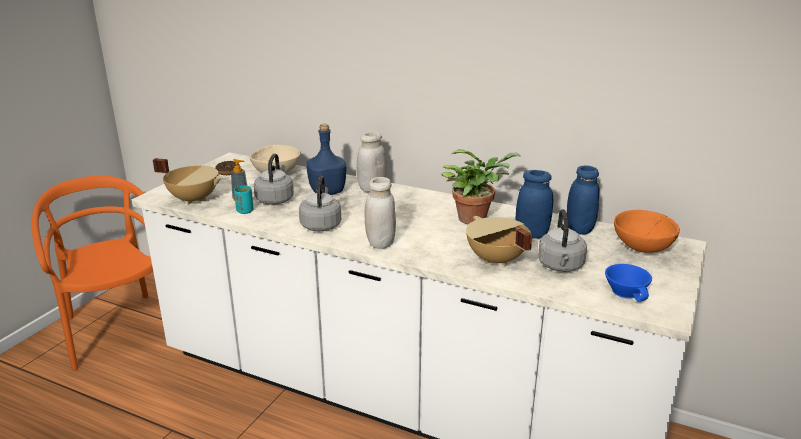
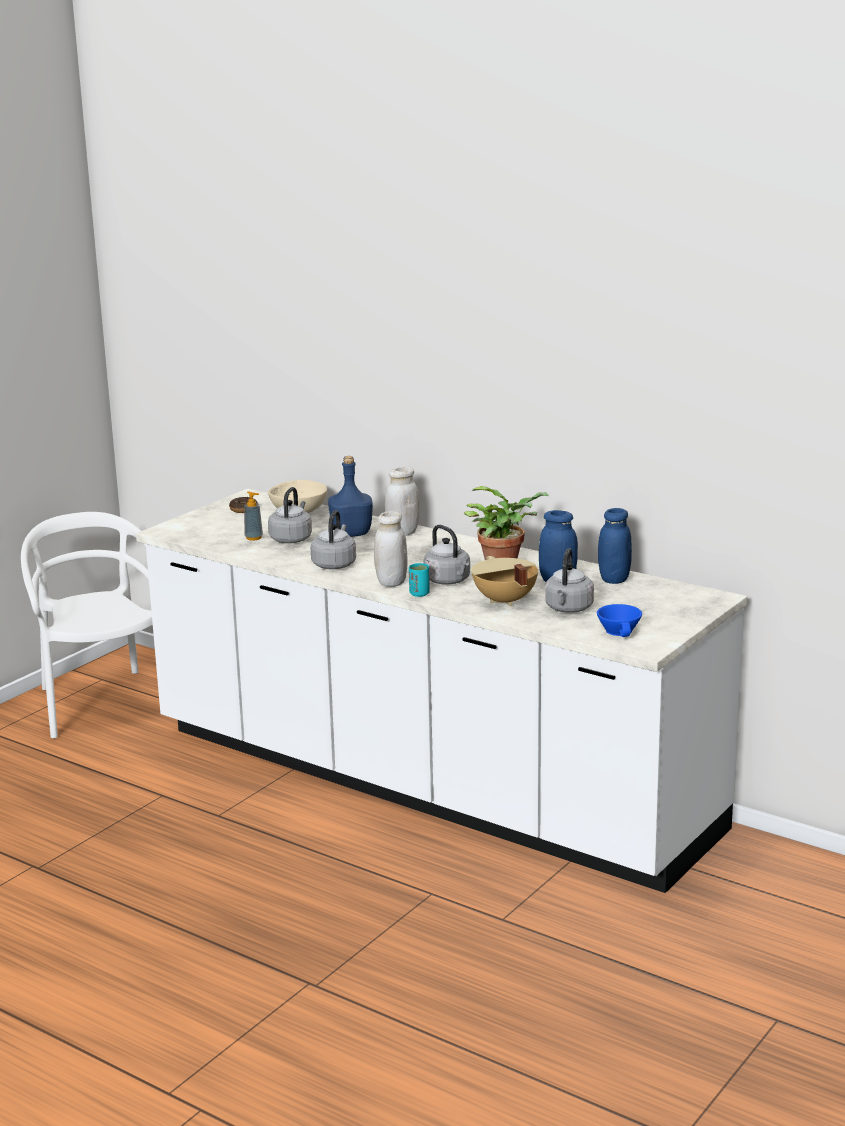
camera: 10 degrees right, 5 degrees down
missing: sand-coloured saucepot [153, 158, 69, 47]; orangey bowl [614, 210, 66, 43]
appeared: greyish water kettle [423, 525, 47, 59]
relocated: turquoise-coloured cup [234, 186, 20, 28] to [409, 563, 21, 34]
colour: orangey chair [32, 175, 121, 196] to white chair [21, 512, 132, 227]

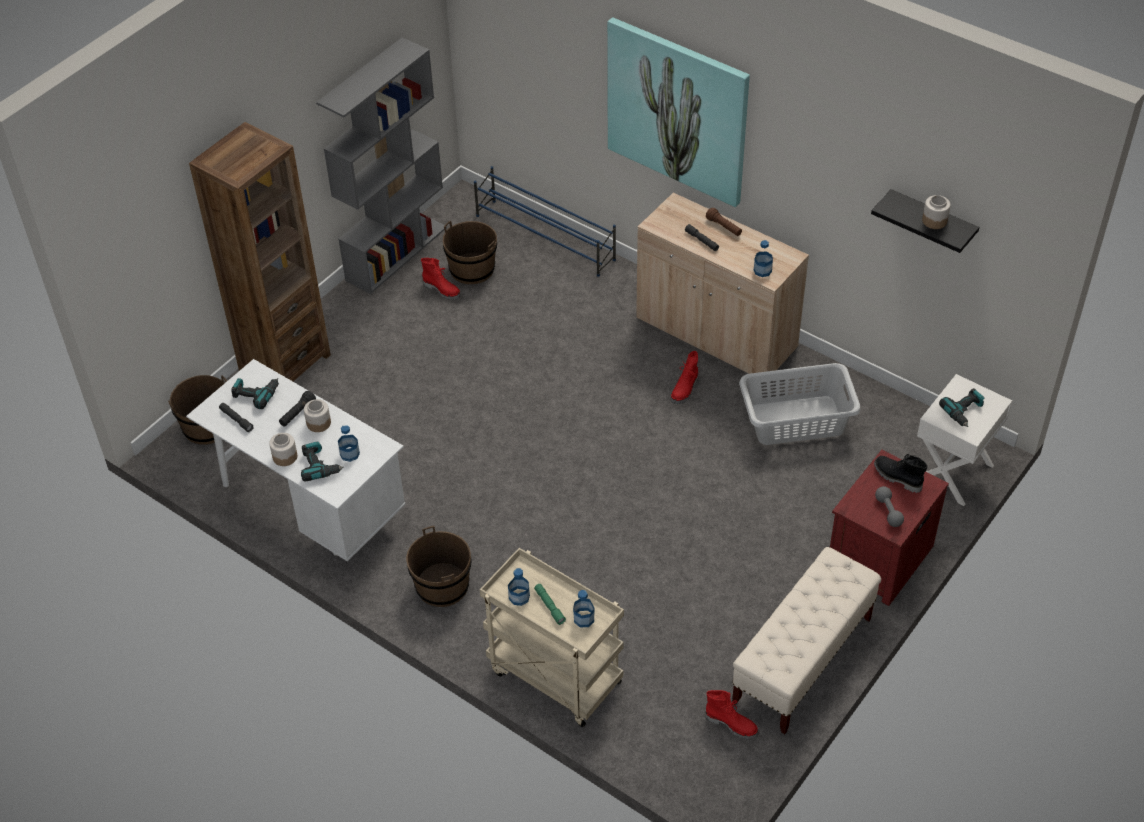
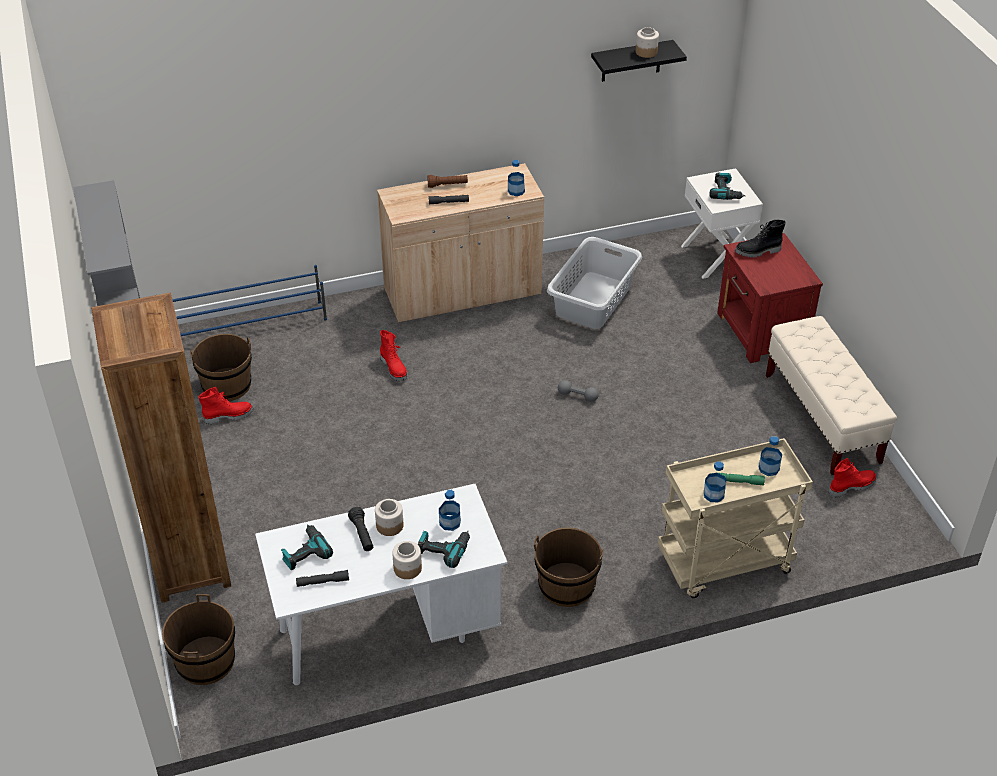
camera: 55 degrees left, 5 degrees down
missing: wall art [607, 17, 143, 190]
relocated: red high-top boot [671, 351, 27, 53] to [380, 330, 27, 51]; greyish dumbbell [875, 486, 29, 41] to [558, 380, 41, 22]

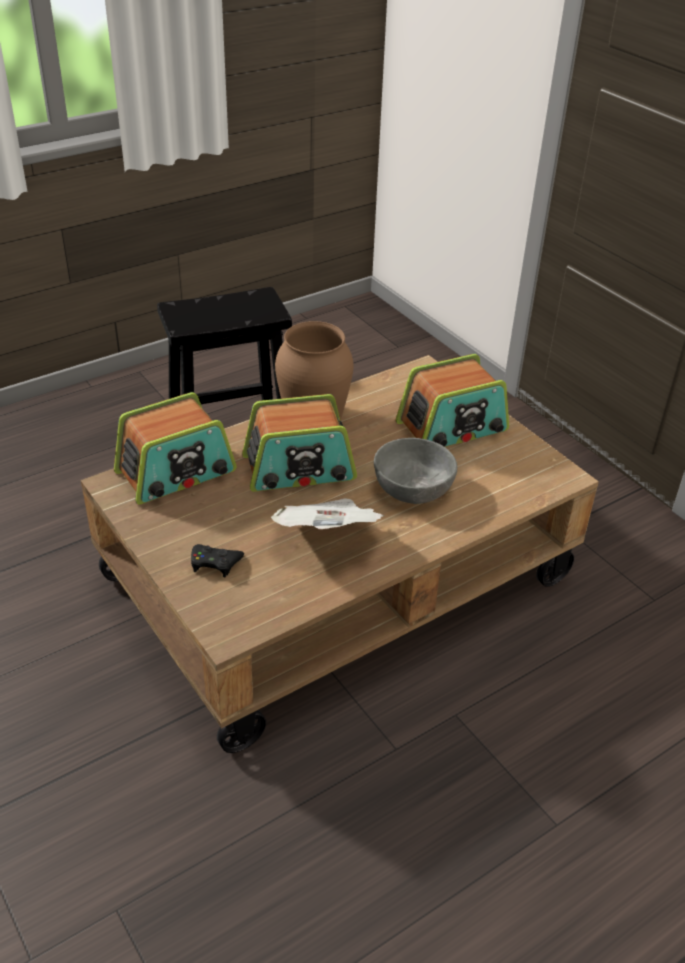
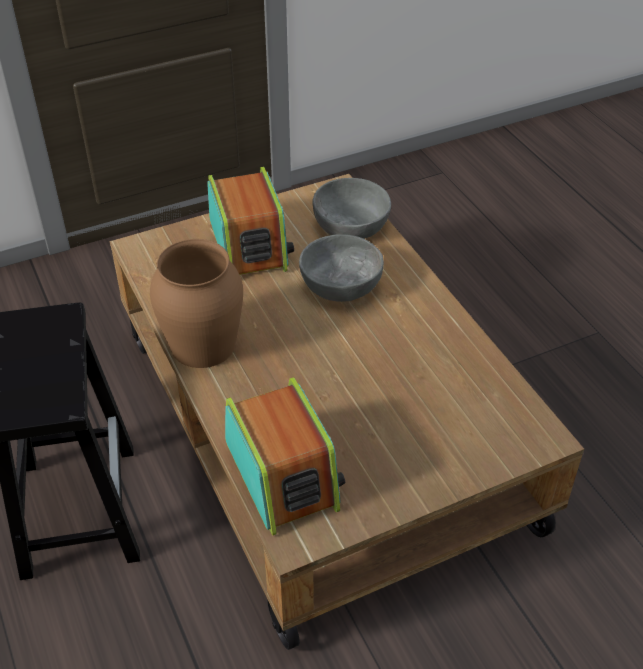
camera: 80 degrees left, 5 degrees up
missing: black game controller [191, 544, 53, 33]; radio [242, 394, 115, 98]; daily paper [271, 499, 114, 30]
appeared: greyish bowl [313, 178, 78, 61]

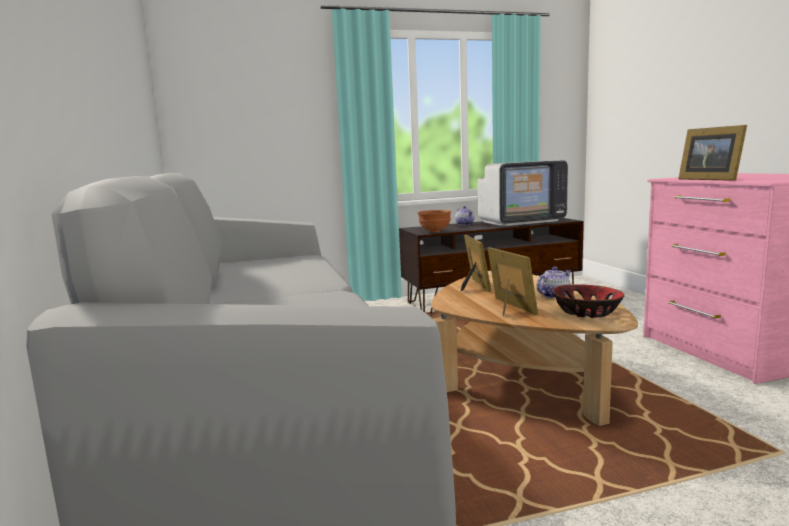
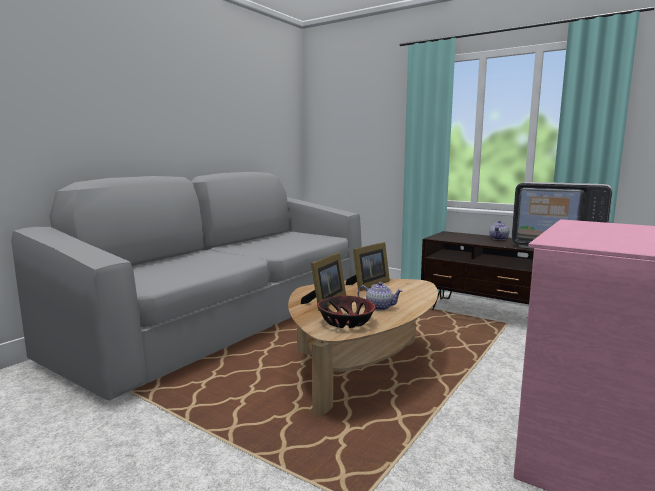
camera: 50 degrees right, 0 degrees up
missing: brownish bowl [417, 210, 34, 22]; standing frame [678, 125, 69, 56]

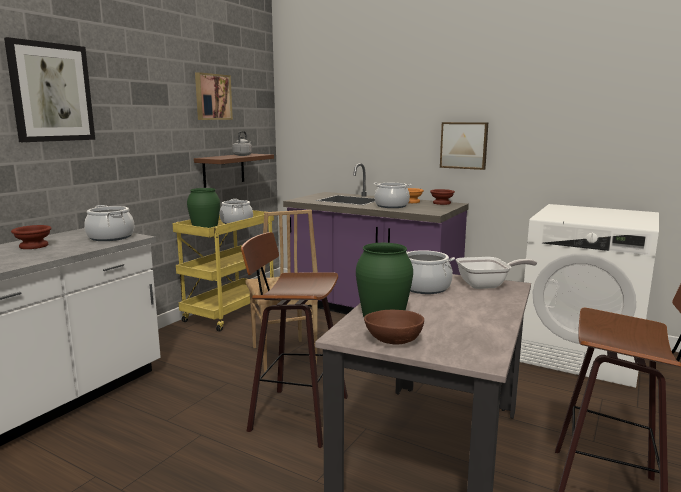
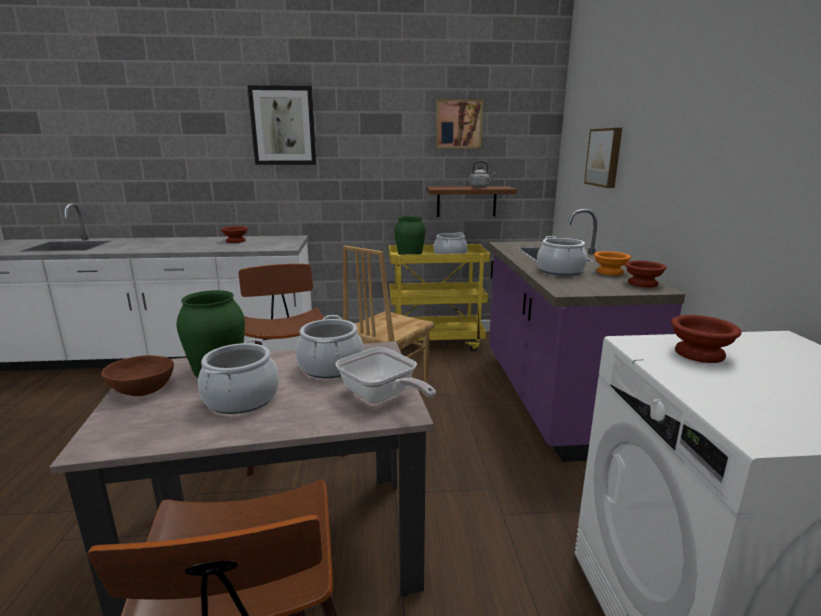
camera: 55 degrees right, 5 degrees up
appeared: brownish bowl [671, 315, 71, 48]
relocated: saucepot [84, 205, 51, 36] to [198, 338, 81, 76]; wall art [440, 122, 48, 48] to [584, 128, 38, 60]

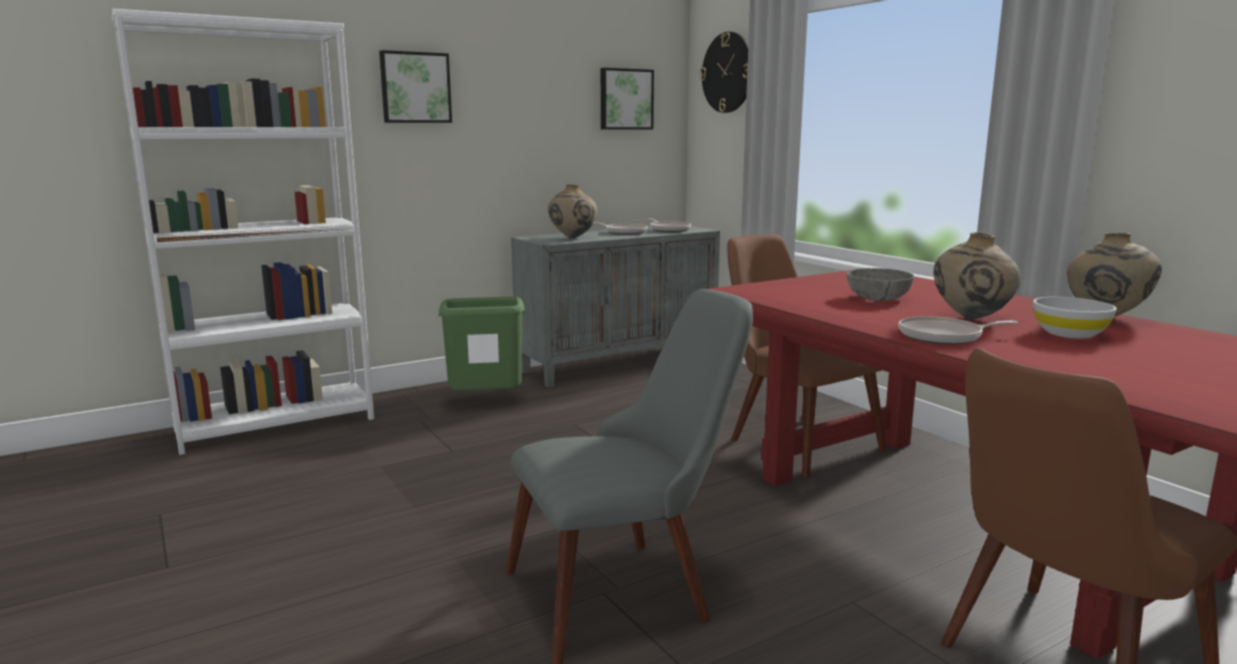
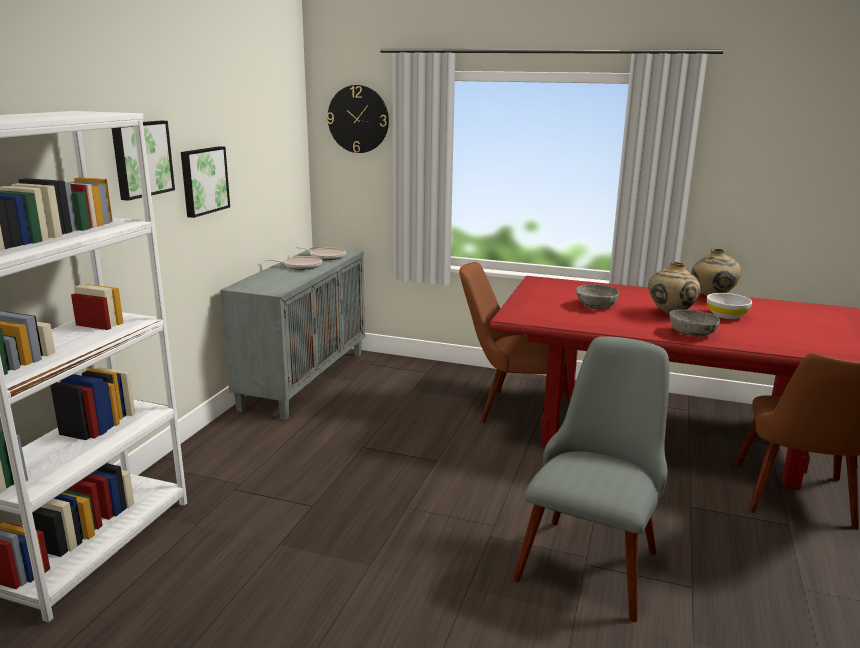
camera: 40 degrees left, 5 degrees up
missing: green-coloured rubbish bin [438, 297, 87, 94]; sand-coloured flower vase [548, 184, 49, 54]
relocated: wall art [601, 68, 53, 62] to [181, 146, 49, 72]
exchanged: pan [898, 316, 120, 28] to greyish bowl [669, 310, 51, 27]

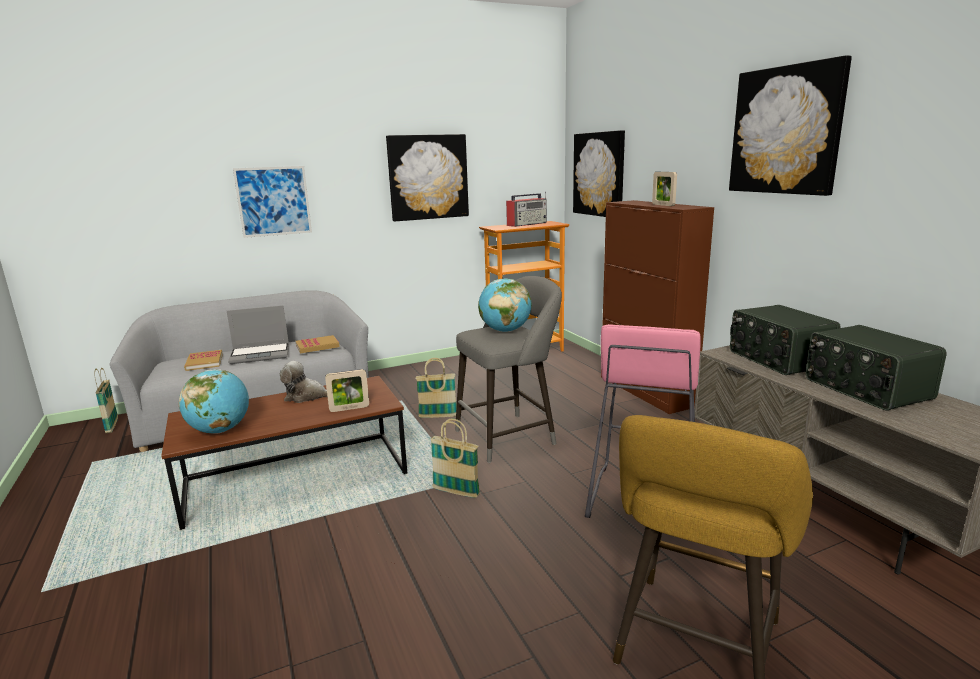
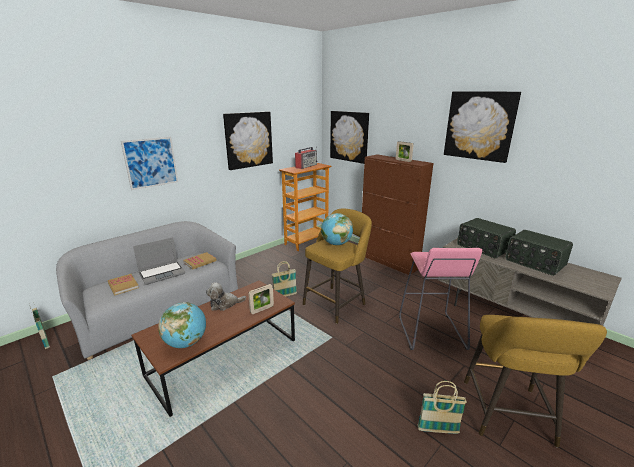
camera: 20 degrees left, 5 degrees up
relocated: basket [430, 419, 50, 79] to [417, 381, 50, 53]
colour: greyish sitting stool [455, 276, 107, 187] to yellow sitting stool [303, 209, 69, 115]

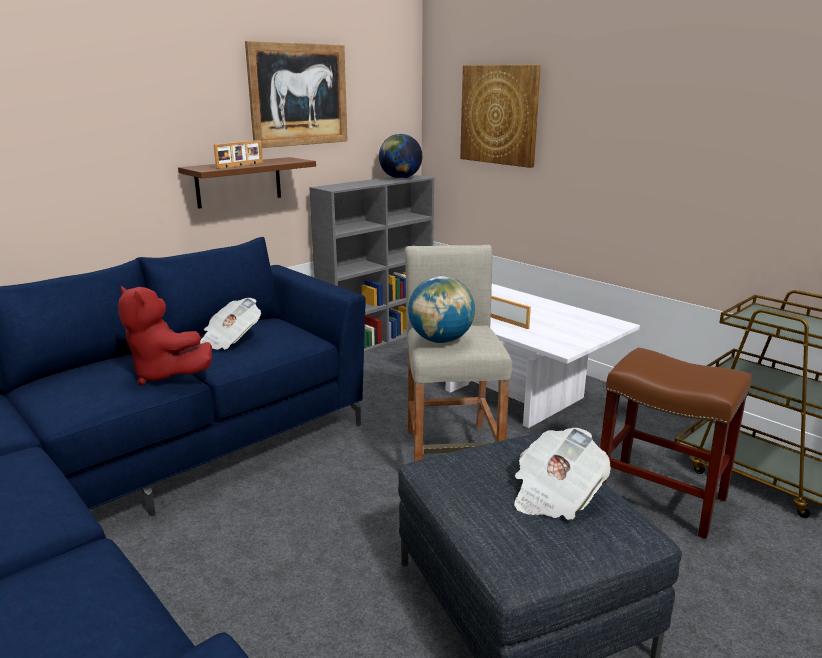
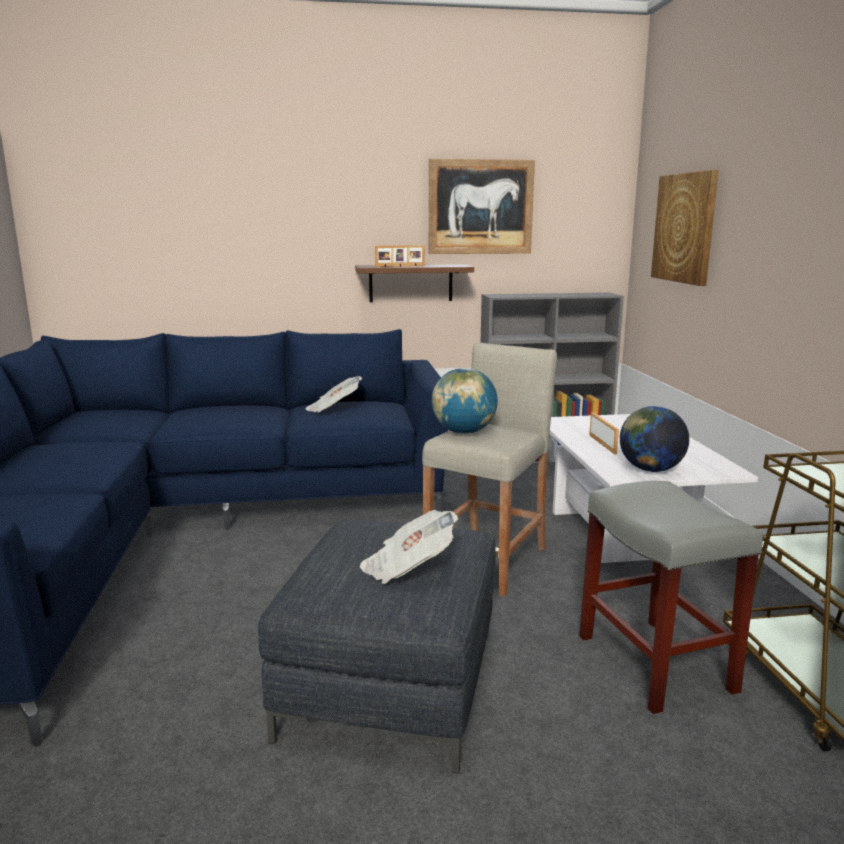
camera: 35 degrees right, 5 degrees down
missing: red plush toy [118, 286, 94, 99]
relocated: globe [379, 134, 43, 45] to [620, 406, 69, 66]
colour: brownish sitting stool [600, 347, 152, 192] to greyish sitting stool [579, 481, 184, 234]

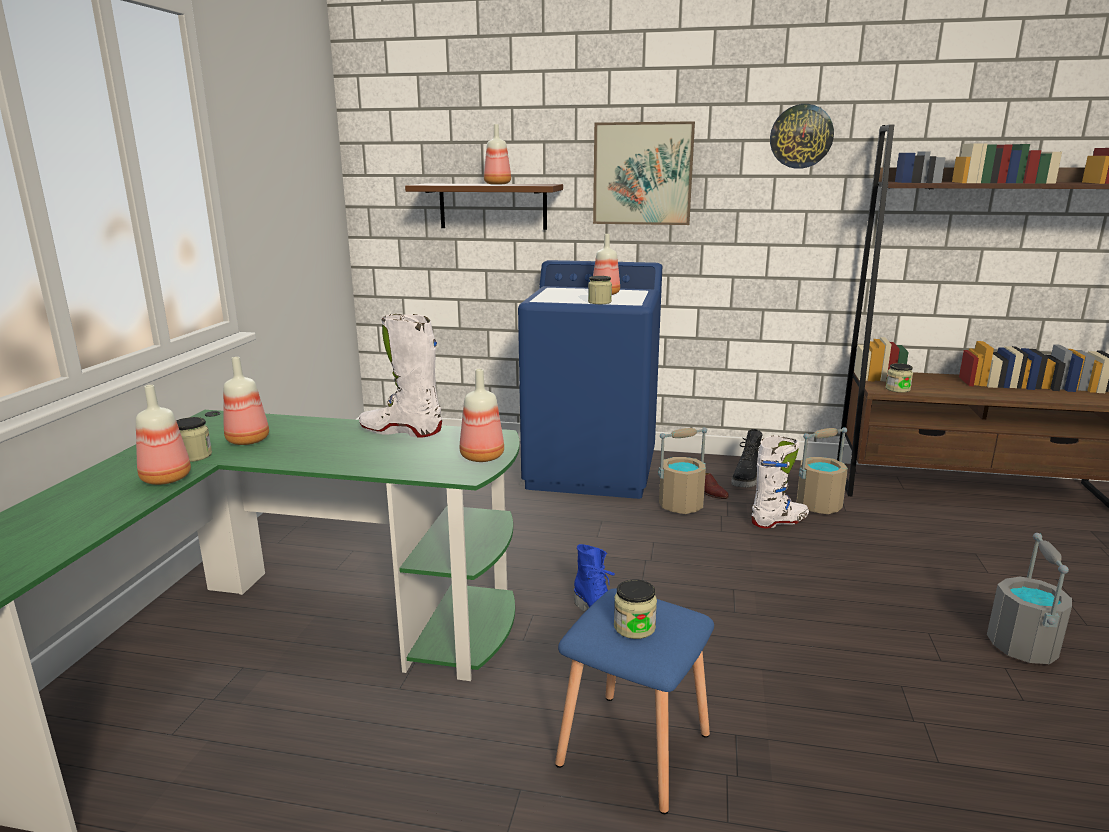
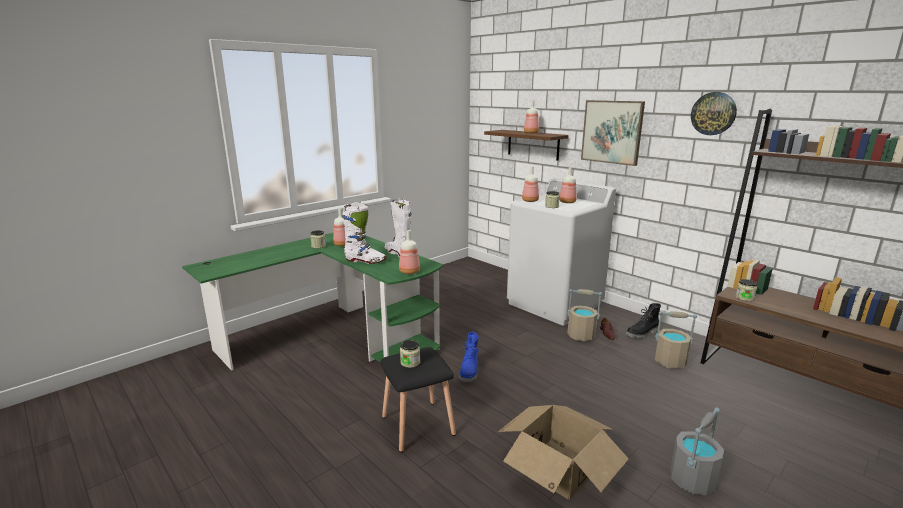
camera: 35 degrees right, 0 degrees up
appeared: packing box [498, 405, 131, 95]
relocated: bottle [136, 385, 55, 100] to [522, 166, 17, 36]; white high-top boot [752, 435, 57, 94] to [342, 202, 44, 62]
colour: bluish laundry appliance [518, 260, 144, 239] to white laundry appliance [507, 178, 109, 147]; bluish sitting stool [555, 588, 159, 226] to black sitting stool [380, 347, 76, 105]

